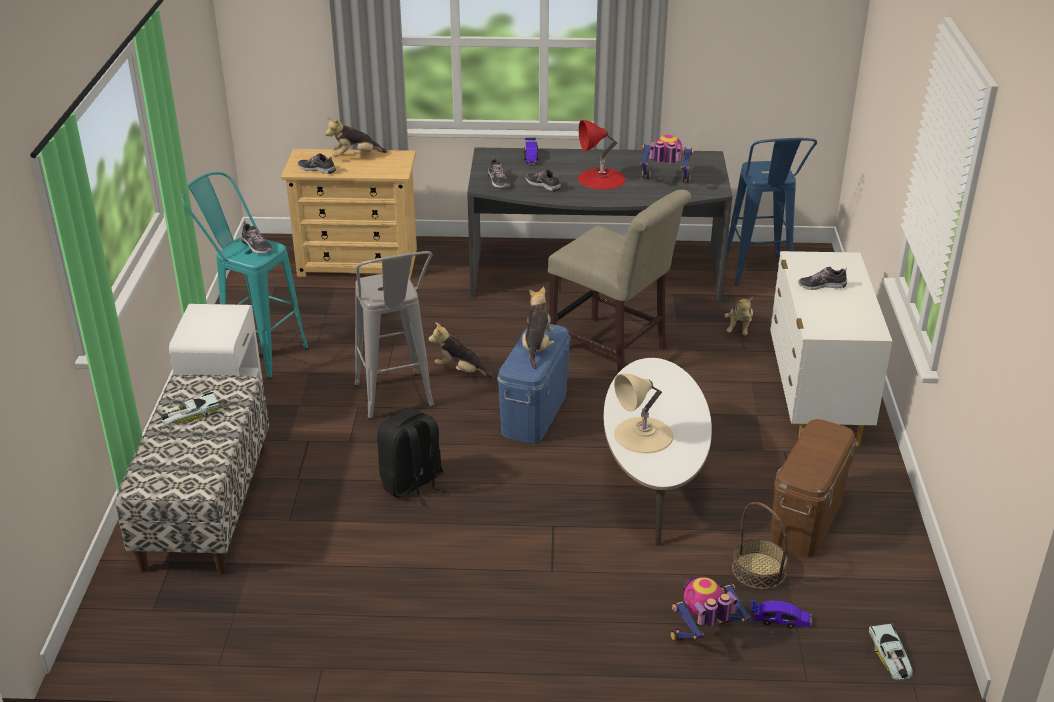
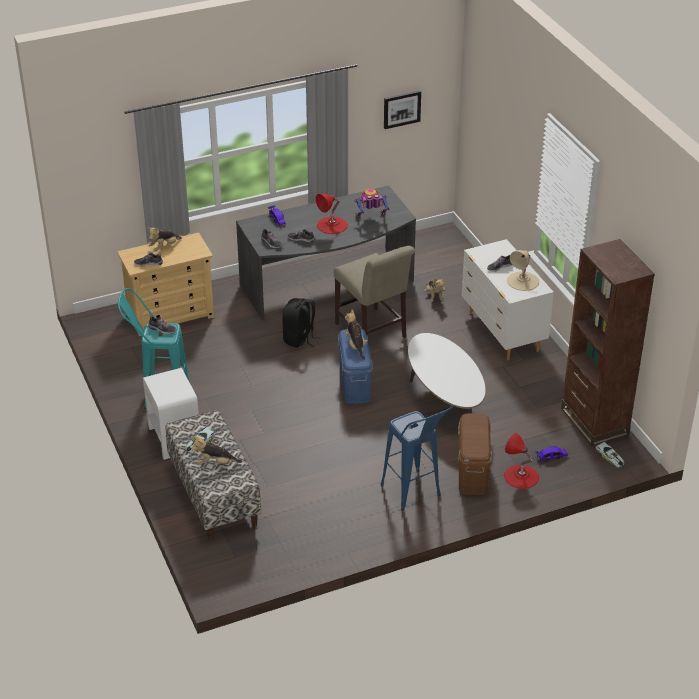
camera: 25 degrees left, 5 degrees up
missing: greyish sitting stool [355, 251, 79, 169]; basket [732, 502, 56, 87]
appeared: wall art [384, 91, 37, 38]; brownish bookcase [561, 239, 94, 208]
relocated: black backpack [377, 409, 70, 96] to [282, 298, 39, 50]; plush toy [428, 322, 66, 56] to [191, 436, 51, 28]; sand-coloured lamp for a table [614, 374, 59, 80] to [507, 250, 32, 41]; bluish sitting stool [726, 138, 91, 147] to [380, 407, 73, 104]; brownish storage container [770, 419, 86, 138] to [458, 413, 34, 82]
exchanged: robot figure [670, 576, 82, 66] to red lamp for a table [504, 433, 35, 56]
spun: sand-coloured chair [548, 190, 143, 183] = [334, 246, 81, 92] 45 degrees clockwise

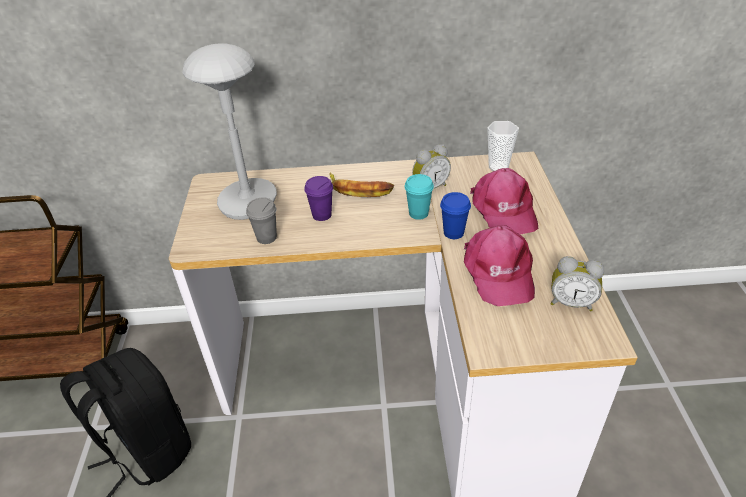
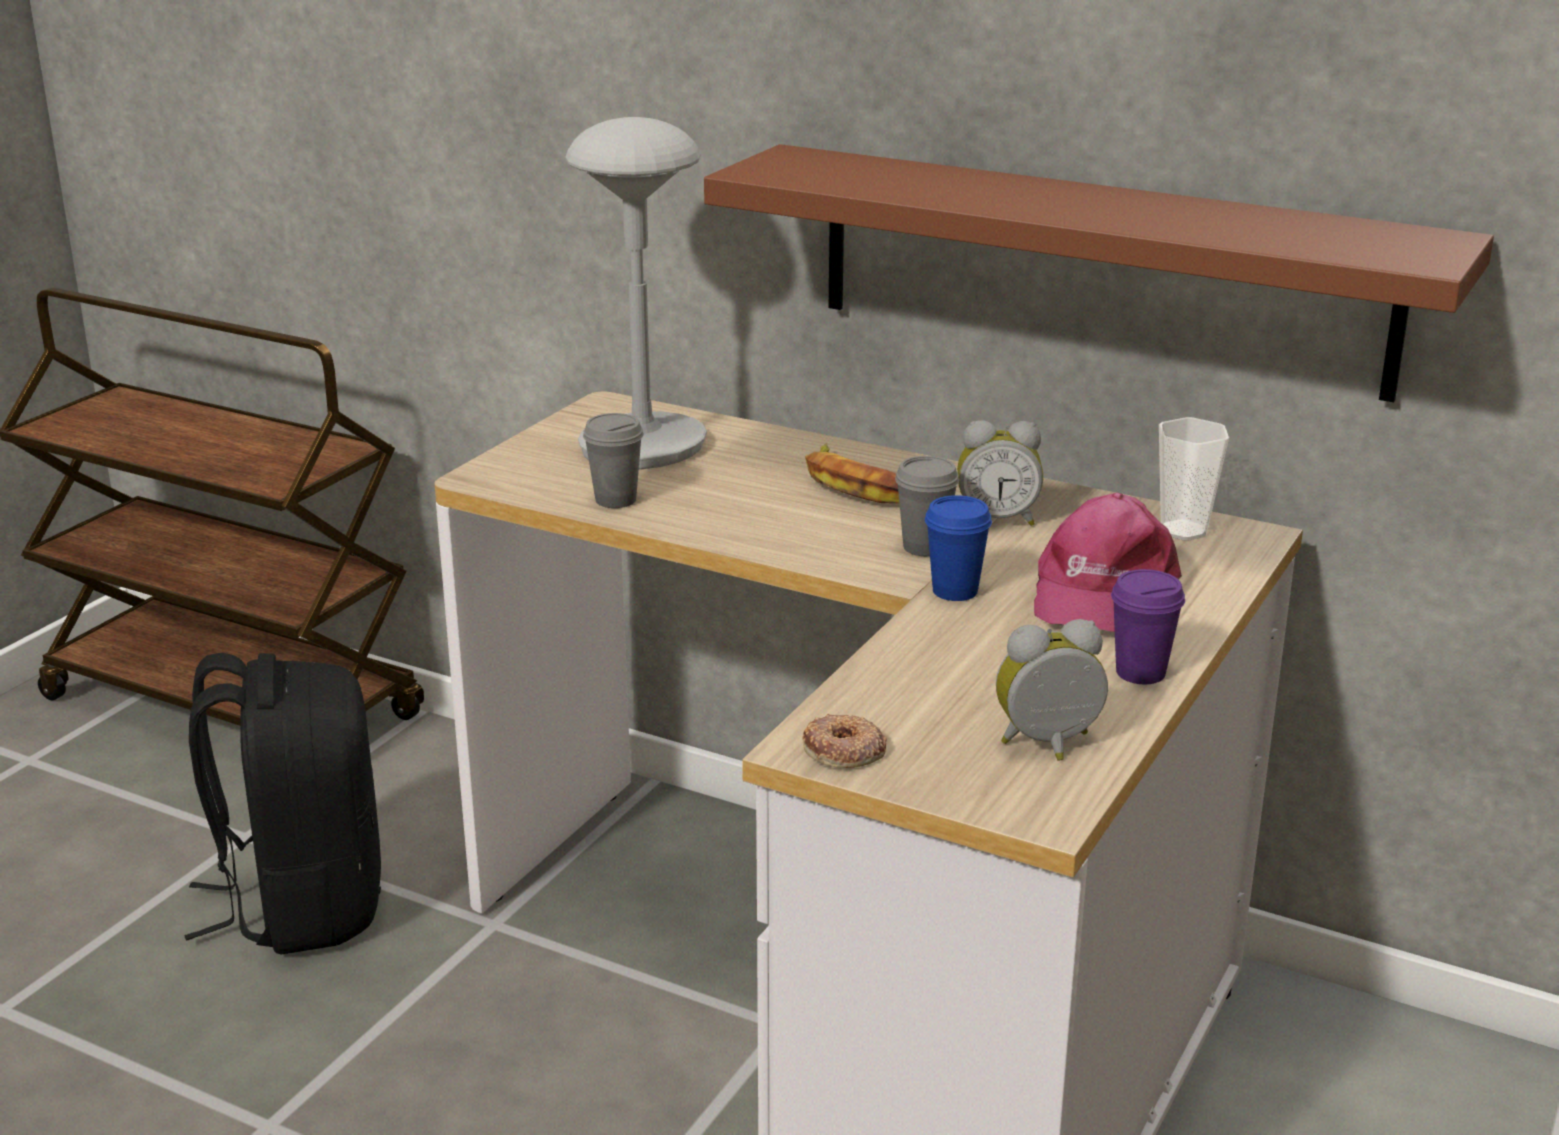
camera: 30 degrees right, 15 degrees down
missing: pink cap [464, 226, 71, 80]
appeared: brownish wall shelf [704, 144, 790, 258]; ring doughnut [802, 714, 85, 54]
relocated: purple cup [304, 176, 29, 45] to [1111, 569, 74, 115]
colour: turquoise-coloured cup [405, 174, 29, 46] to greyish cup [895, 456, 64, 100]
spun: table clock [550, 256, 54, 55] = [996, 619, 112, 142] 120 degrees clockwise

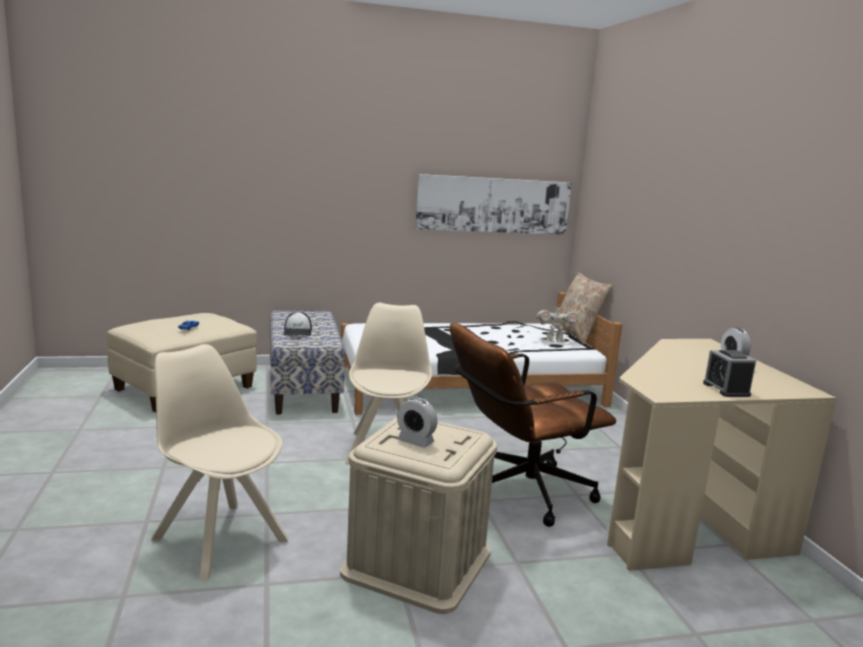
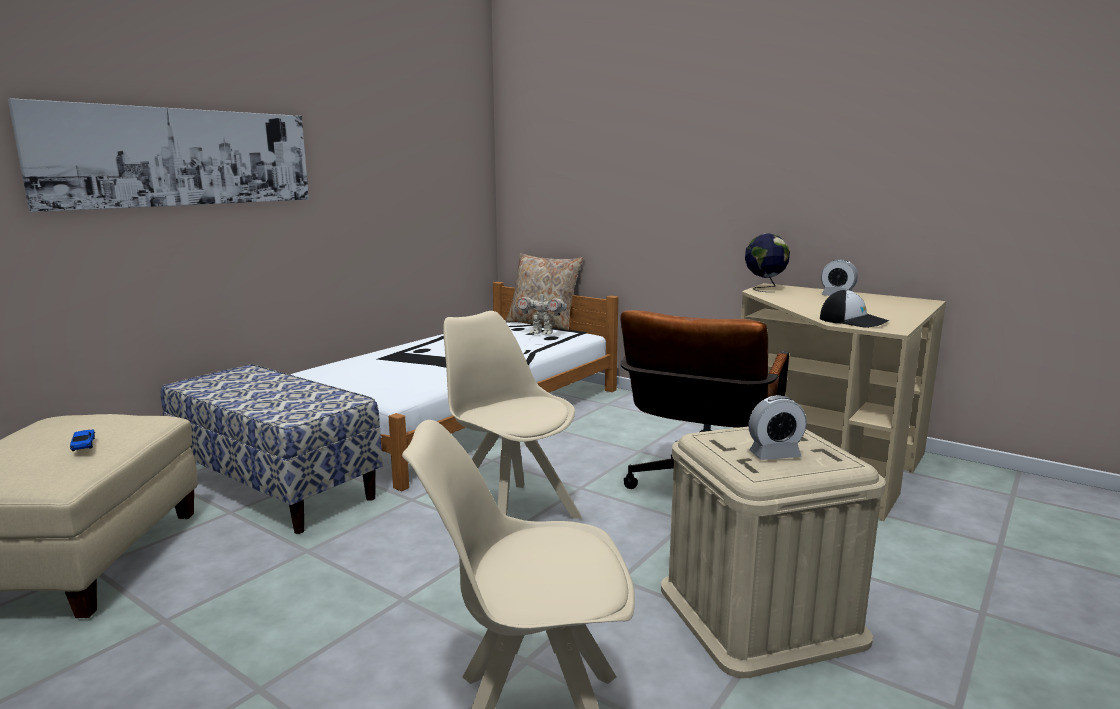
camera: 40 degrees left, 0 degrees up
missing: table clock [703, 350, 53, 47]
appeared: globe [745, 233, 45, 59]
relocated: cap [284, 312, 28, 24] to [820, 290, 69, 38]; wall art [415, 174, 157, 61] to [8, 98, 301, 114]
spun: robot figure [536, 305, 42, 37] = [518, 289, 49, 46] 60 degrees clockwise

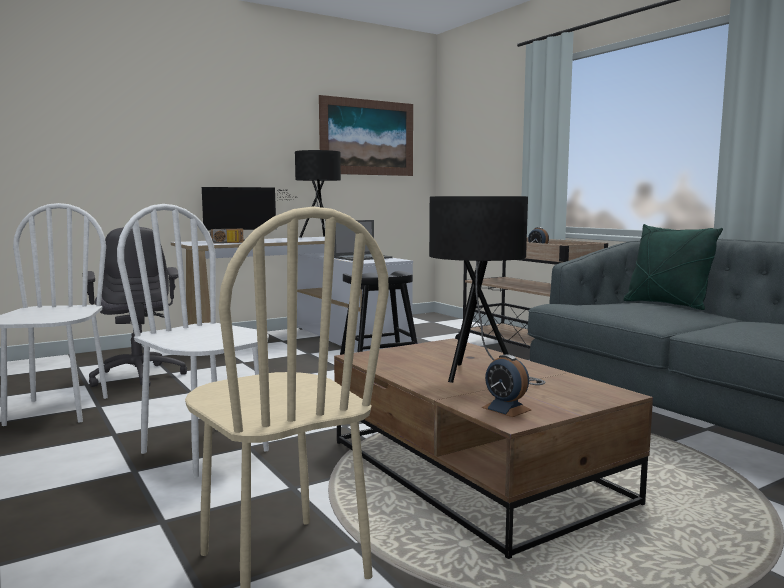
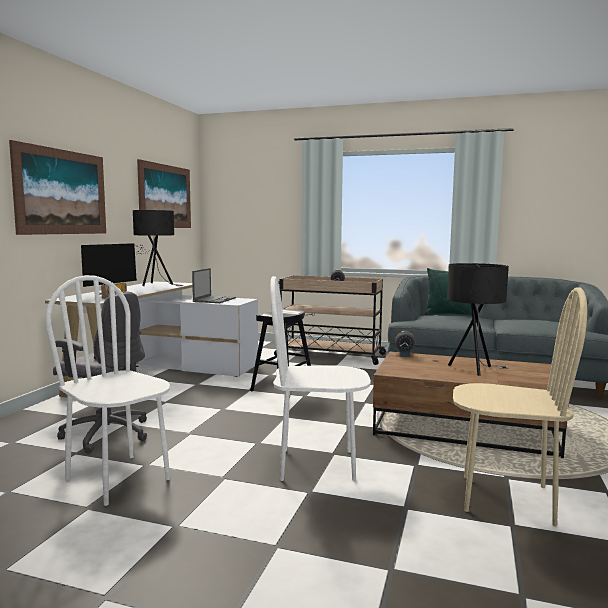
camera: 40 degrees left, 0 degrees up
appeared: wall art [9, 140, 97, 95]
relocated: table clock [482, 354, 49, 63] to [395, 331, 21, 26]

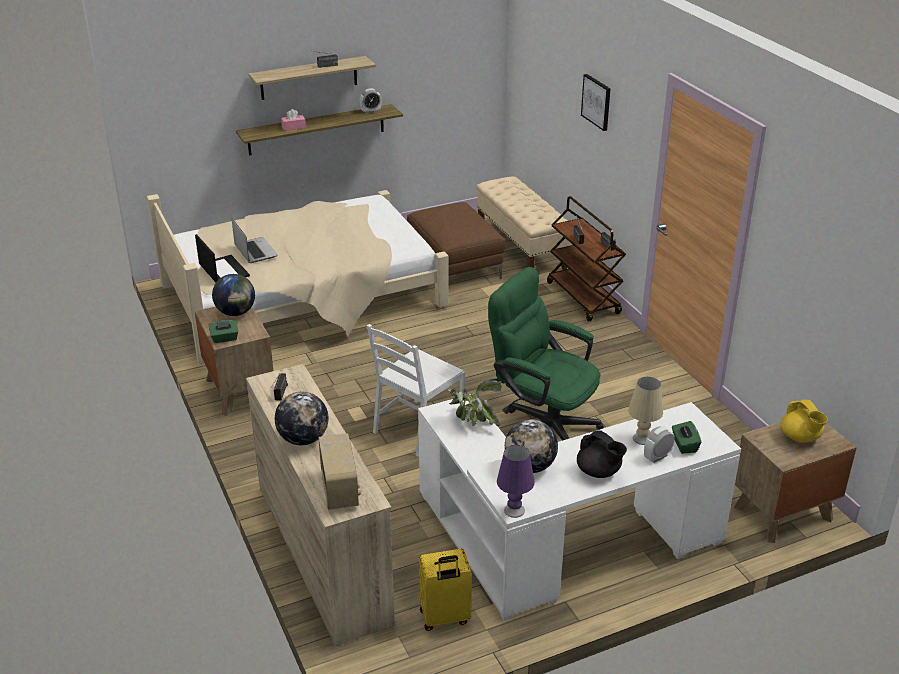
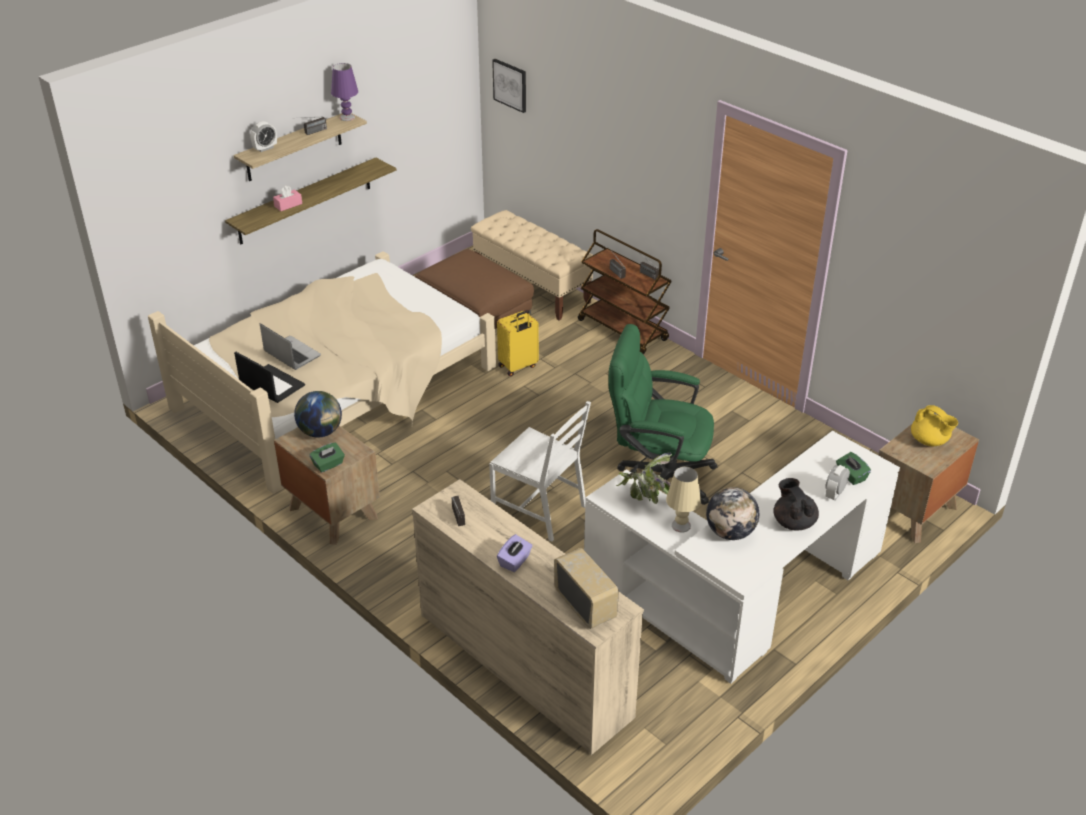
camera: 20 degrees left, 5 degrees up
relocated: table clock [359, 88, 23, 26] to [250, 121, 27, 31]; yellow suitcase [419, 549, 53, 82] to [497, 310, 42, 66]; purple lamp for a table [497, 445, 37, 73] to [331, 63, 27, 58]; wall art [581, 74, 29, 57] to [492, 59, 34, 54]; sand-coloured lamp for a table [628, 377, 35, 68] to [666, 467, 35, 66]
exchanged: globe [275, 392, 54, 53] to purple box of tissues [497, 534, 35, 38]
spun: white chair [367, 324, 98, 133] = [489, 401, 102, 141] 75 degrees counterclockwise; black teapot [577, 430, 50, 48] = [773, 478, 46, 53] 135 degrees counterclockwise

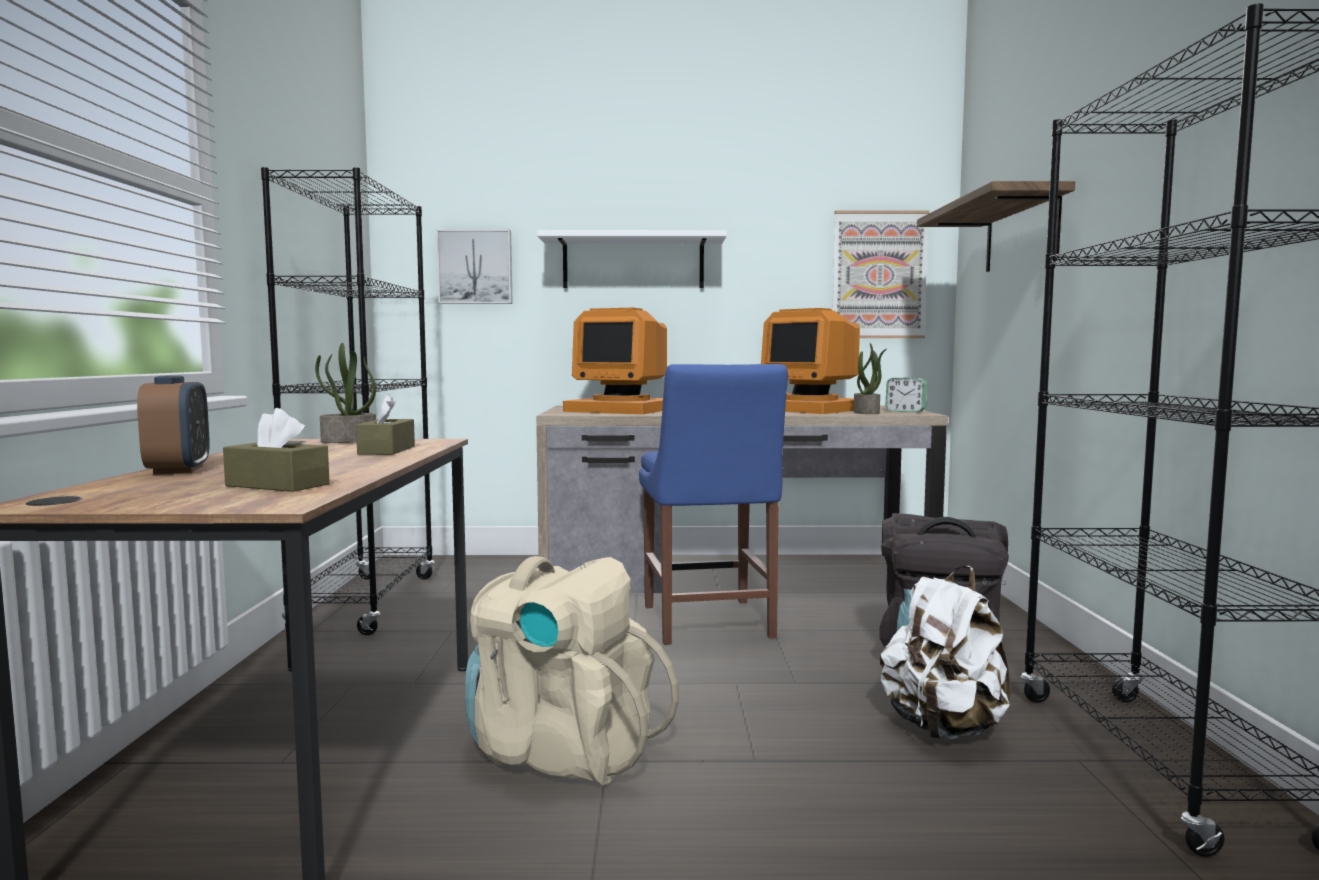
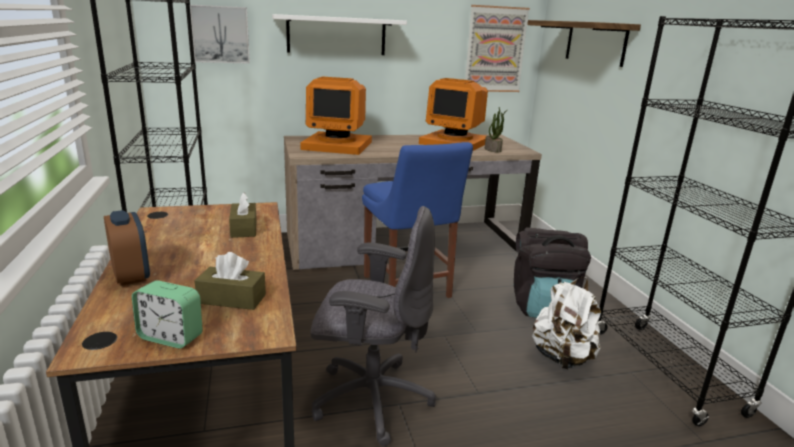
camera: 15 degrees left, 15 degrees up
missing: potted plant [315, 343, 61, 100]
relocated: table clock [886, 377, 41, 35] to [132, 280, 71, 69]
exchanged: sand-coloured backpack [465, 556, 214, 229] to greyish office chair [310, 206, 126, 240]

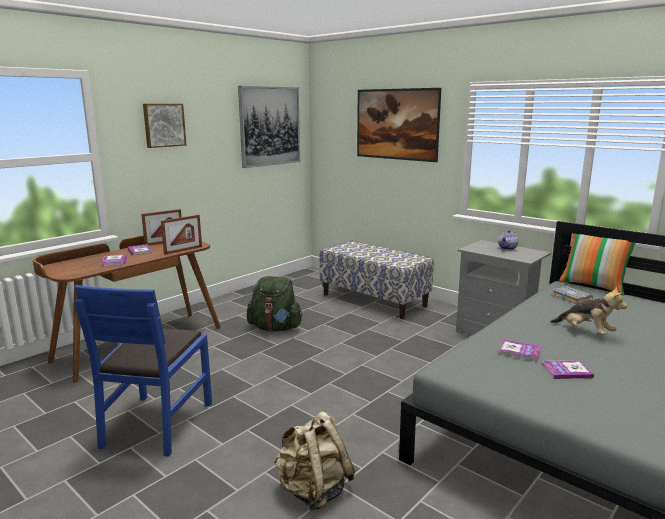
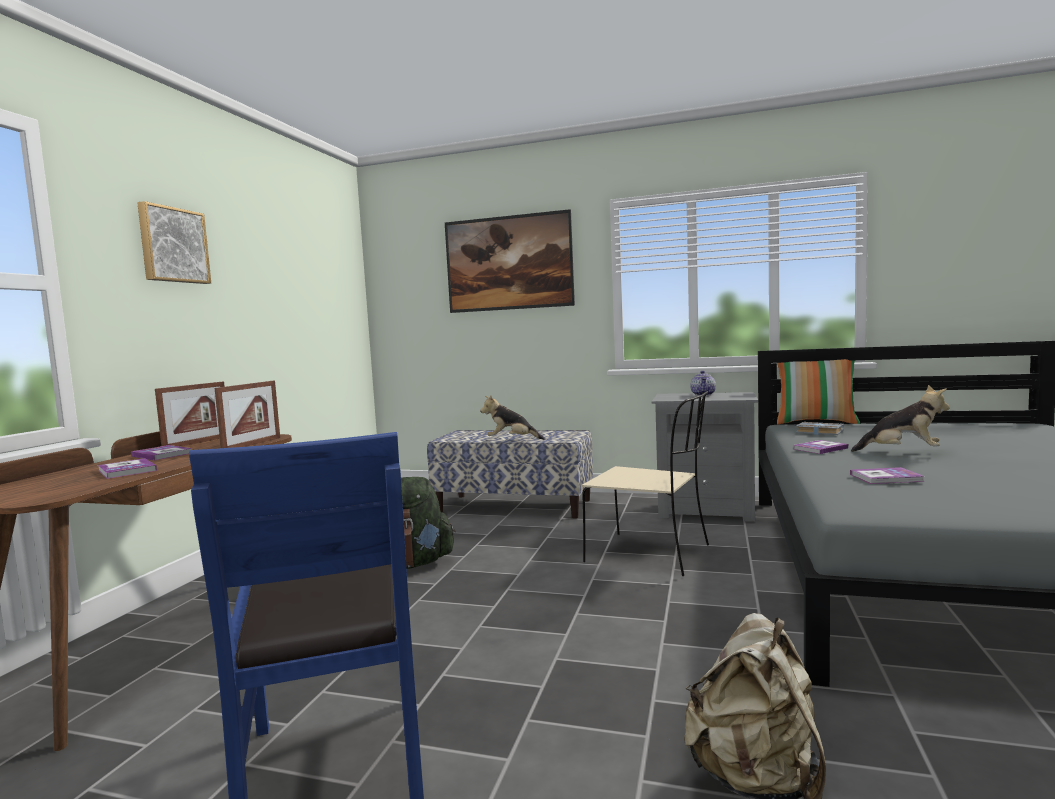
camera: 25 degrees left, 10 degrees down
missing: wall art [238, 86, 62, 82]
appeared: plush toy [480, 396, 65, 44]; sand-coloured chair [582, 391, 127, 185]
relocated: book [542, 360, 52, 19] to [794, 440, 54, 14]

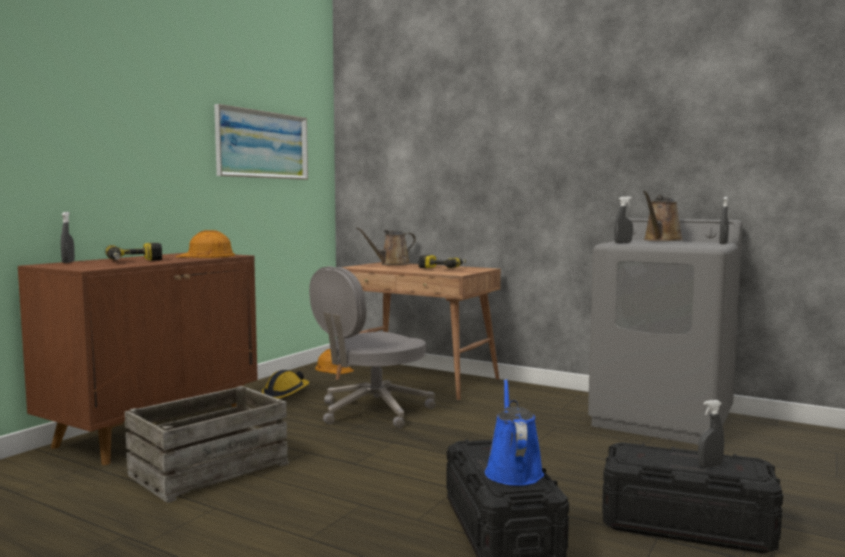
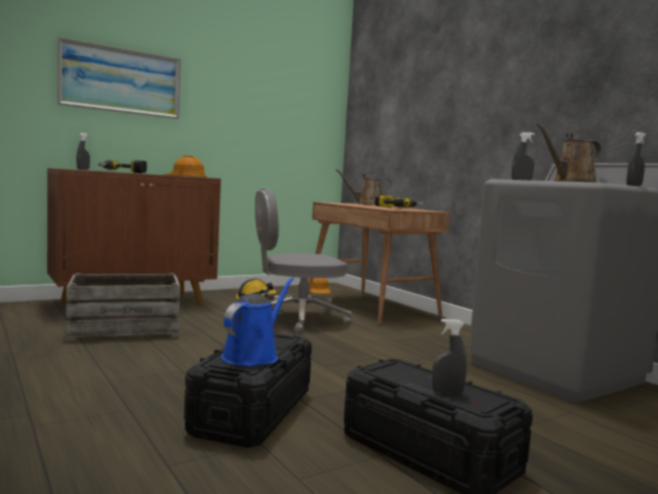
camera: 25 degrees right, 0 degrees up
relocated: wall art [214, 104, 94, 76] to [57, 37, 124, 82]

